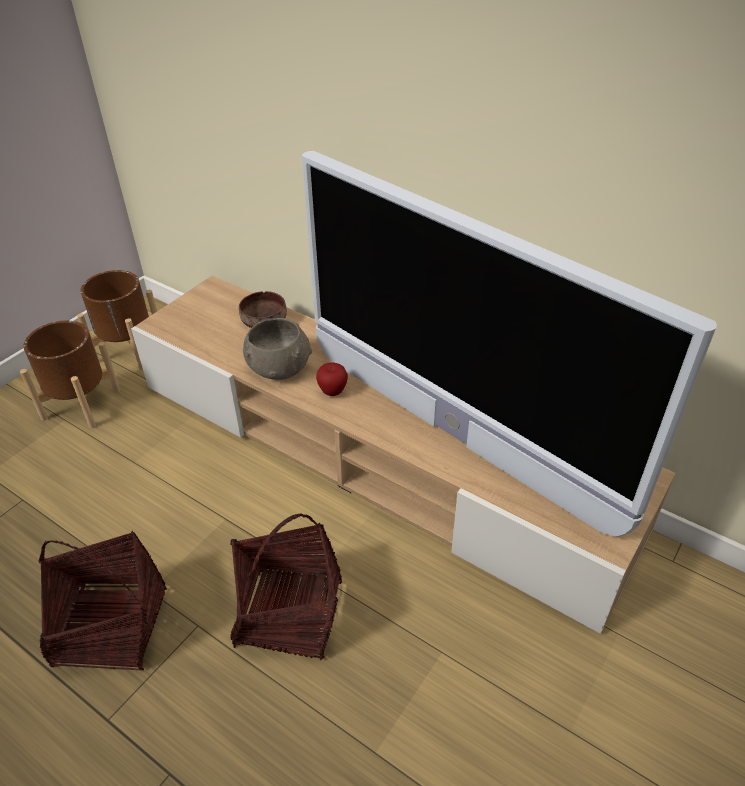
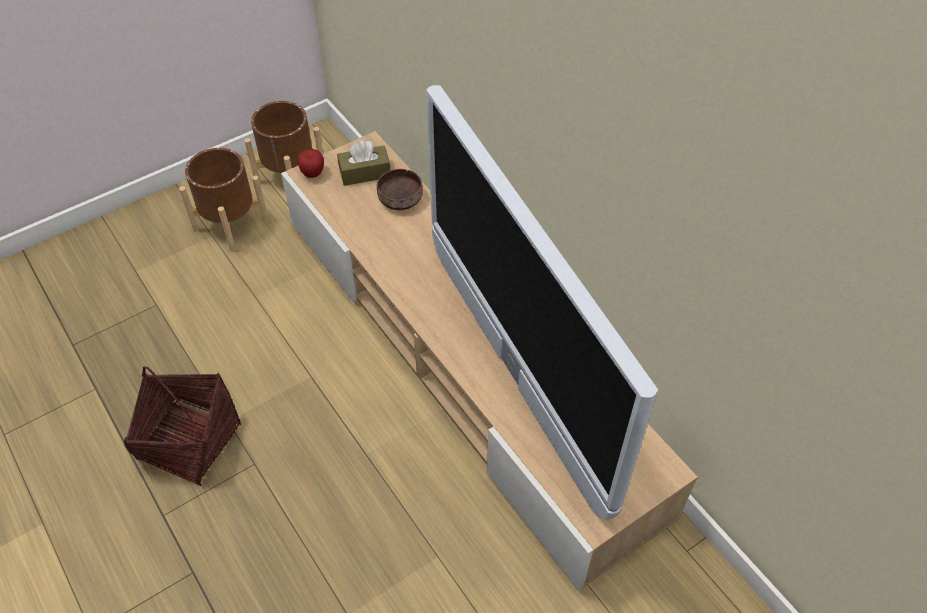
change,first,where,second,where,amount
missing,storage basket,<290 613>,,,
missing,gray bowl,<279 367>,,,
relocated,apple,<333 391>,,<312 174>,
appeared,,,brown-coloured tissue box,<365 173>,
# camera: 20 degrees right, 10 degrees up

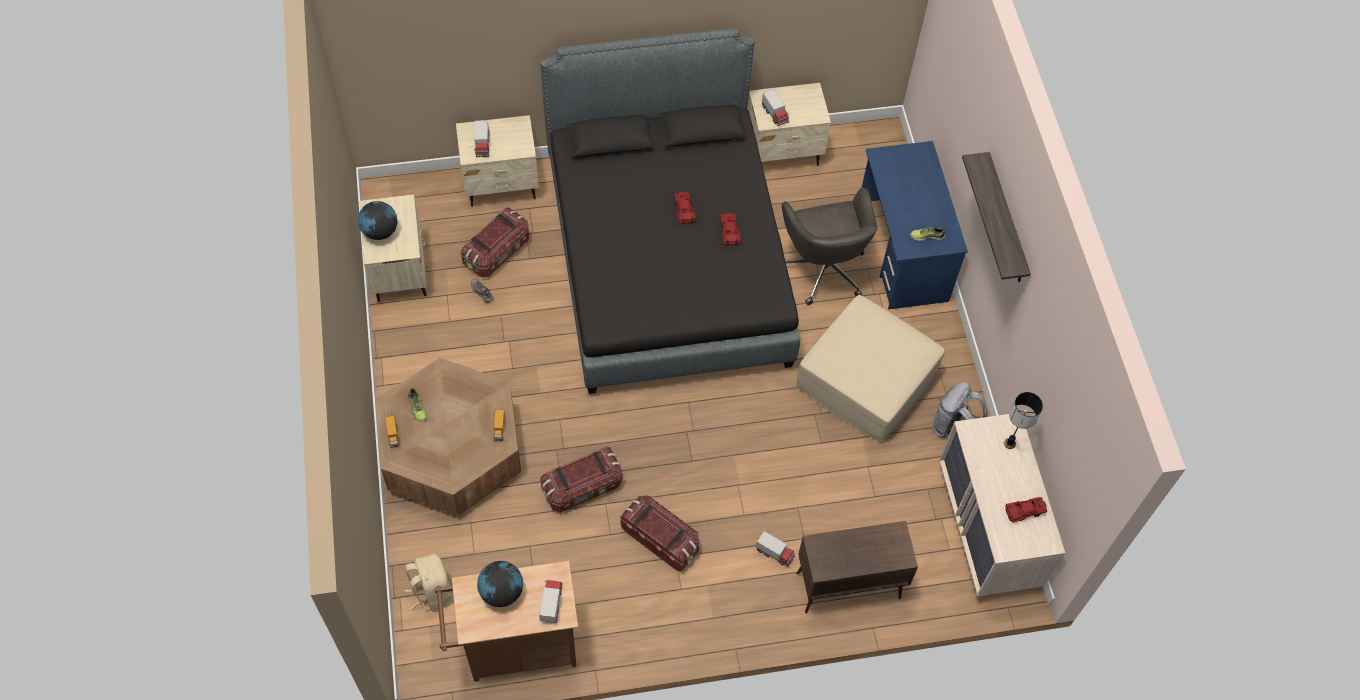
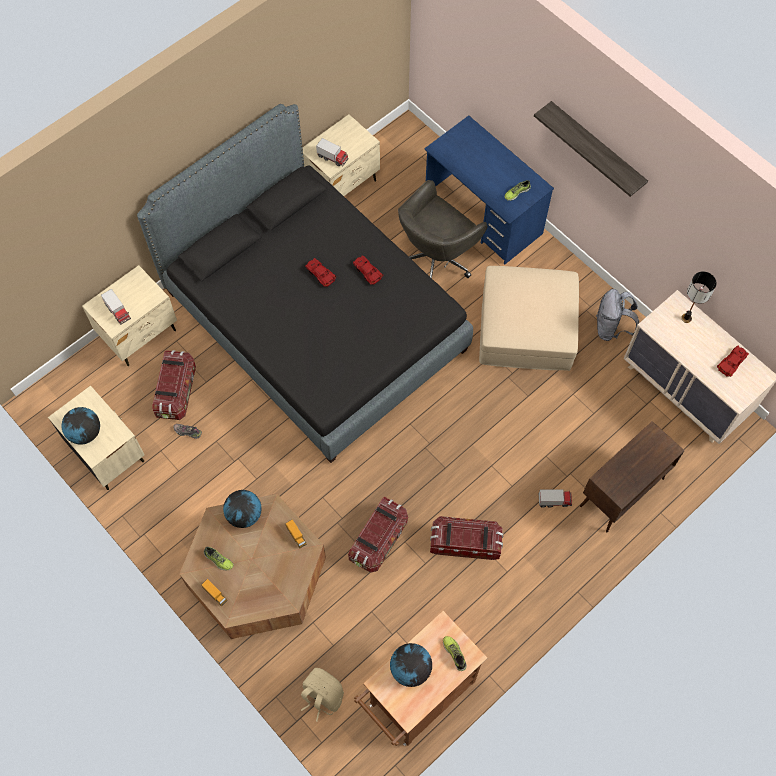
change,first,where,second,where,amount
exchanged,toy truck,<551 604>,item of footwear,<455 653>,
spun,gray desk chair,<823 268>,,<436 259>,90 degrees clockwise
appeared,,,desk globe,<244 515>,
# camera: 30 degrees left, 5 degrees up

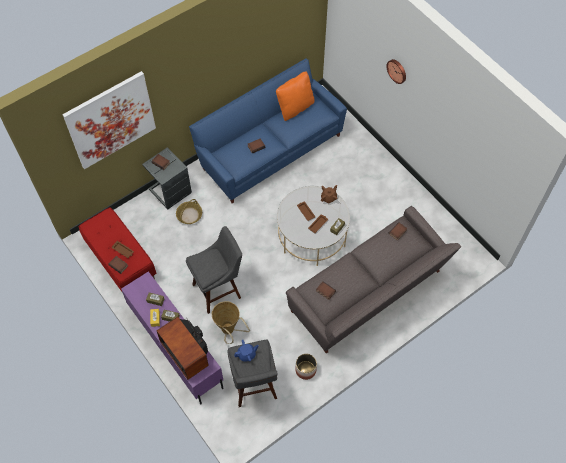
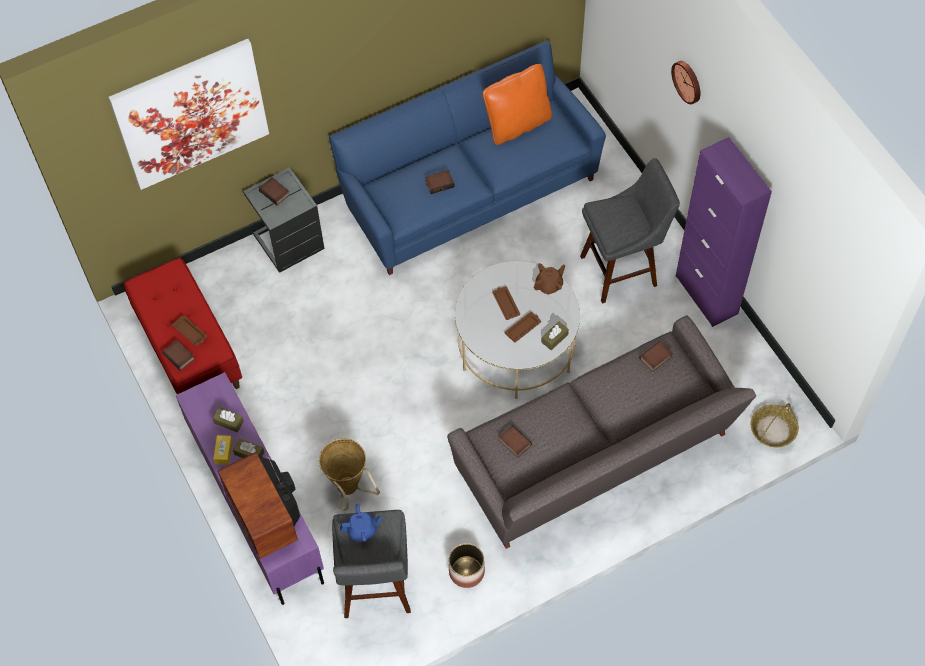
change,first,where,second,where,amount
relocated,storage basket,<189 215>,,<773 429>,
relocated,gray sitting stool,<219 290>,,<622 269>,
appeared,,,purplish cabinet,<706 295>,
# camera: 10 degrees right, 0 degrees up

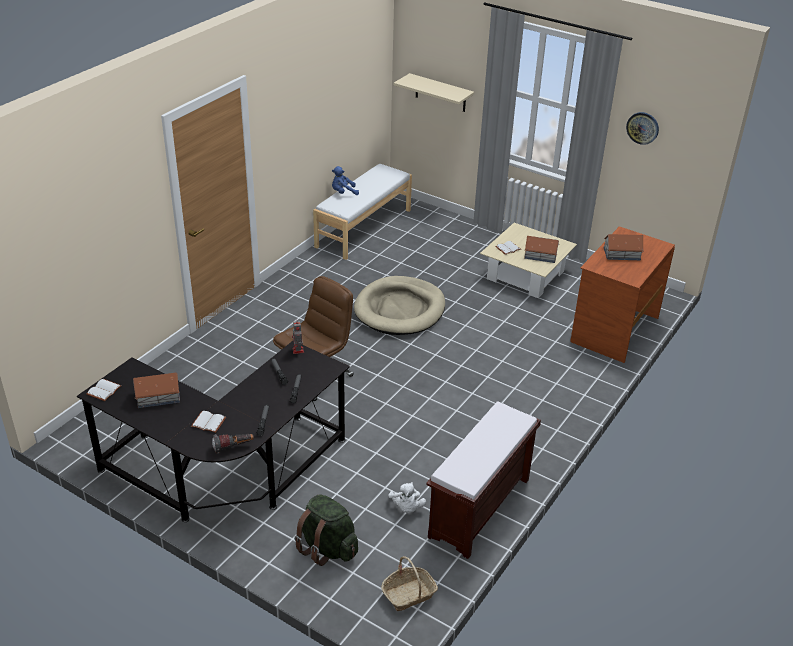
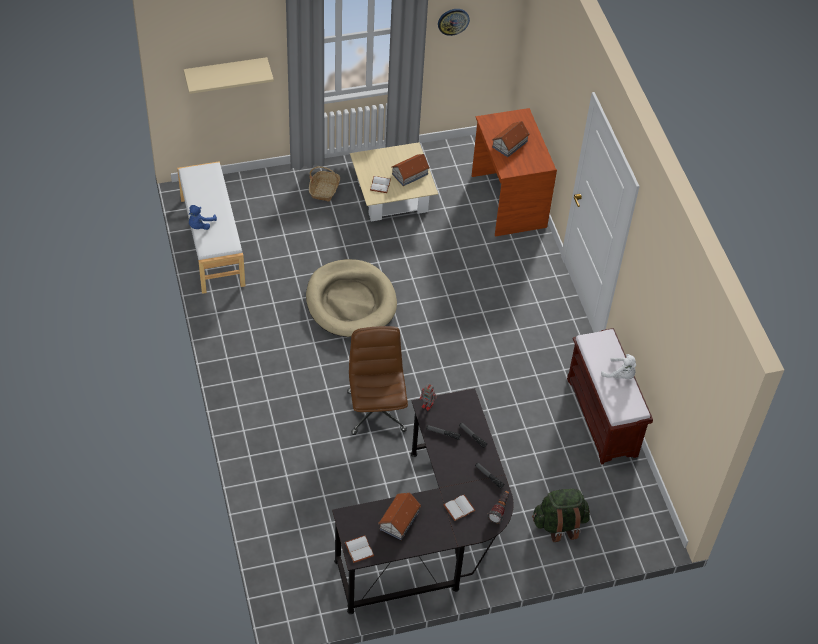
change,first,where,second,where,amount
relocated,storage basket,<409 594>,,<324 190>,
relocated,whitish soft toy,<406 508>,,<620 375>,
# camera: 50 degrees left, 15 degrees up

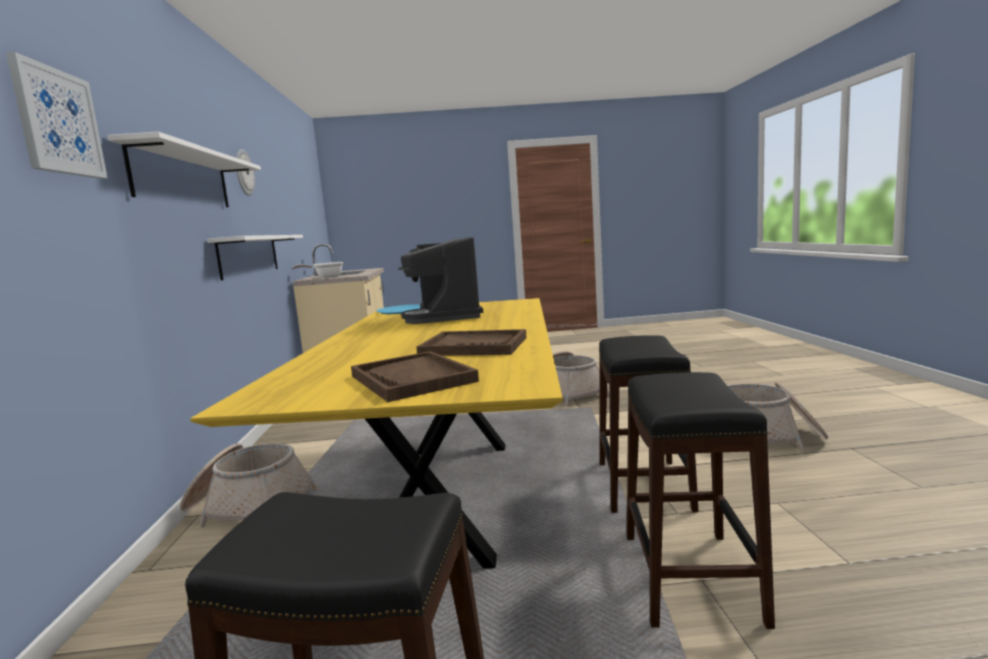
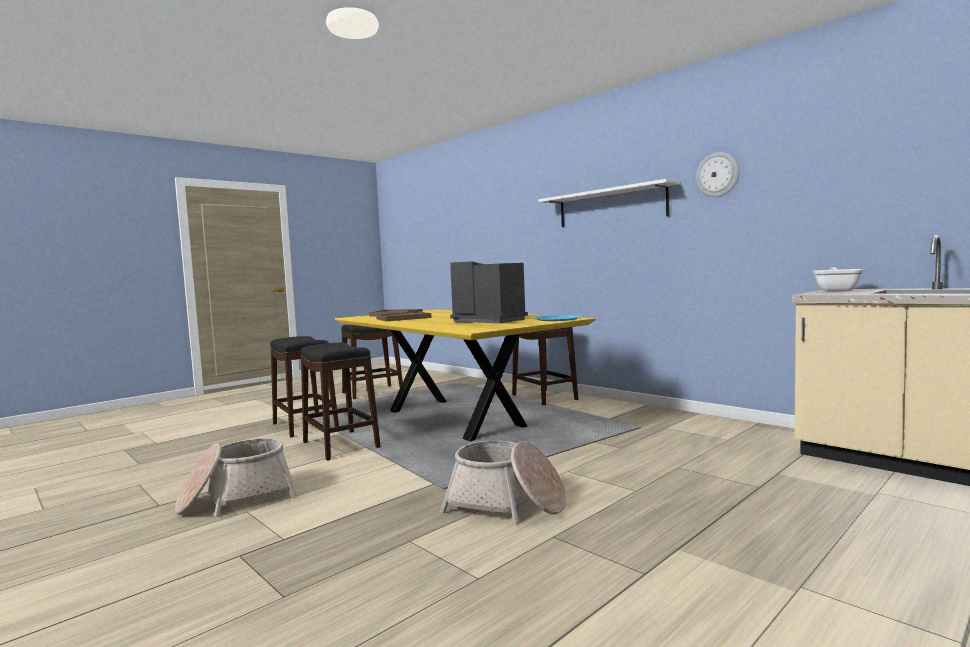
change,first,where,second,where,amount
missing,wall art,<58 122>,,,
exchanged,storage basket,<249 507>,black sitting stool,<544 397>,
missing,whitish wall shelf,<249 255>,,,
# camera: 140 degrees right, 5 degrees down

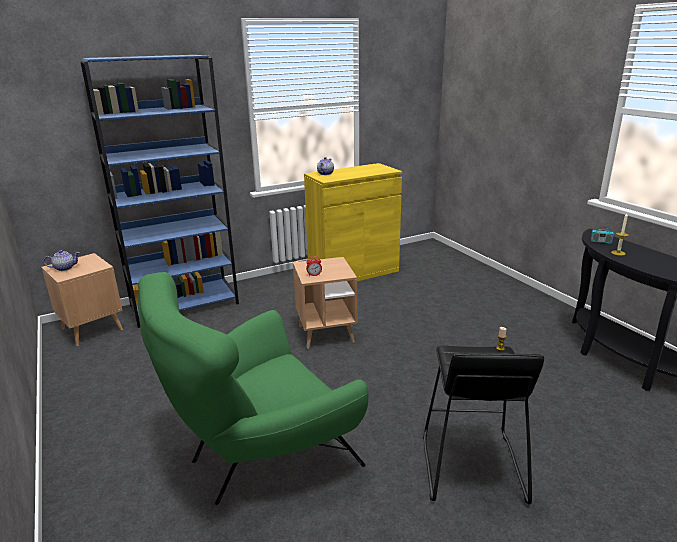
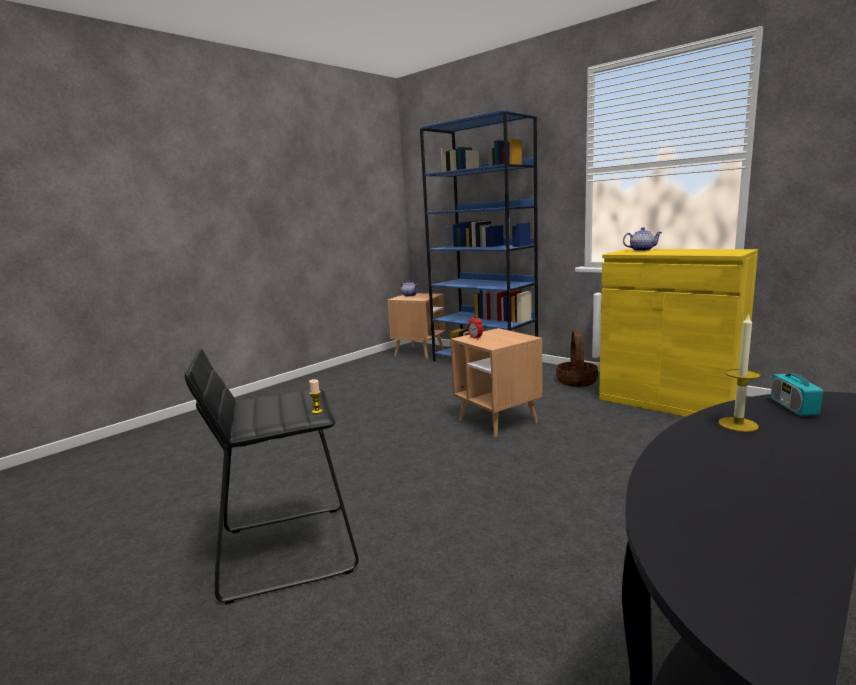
change,first,where,second,where,amount
missing,green lounge chair,<258 456>,,,
appeared,,,storage basket,<576 381>,
# camera: 70 degrees right, 10 degrees down

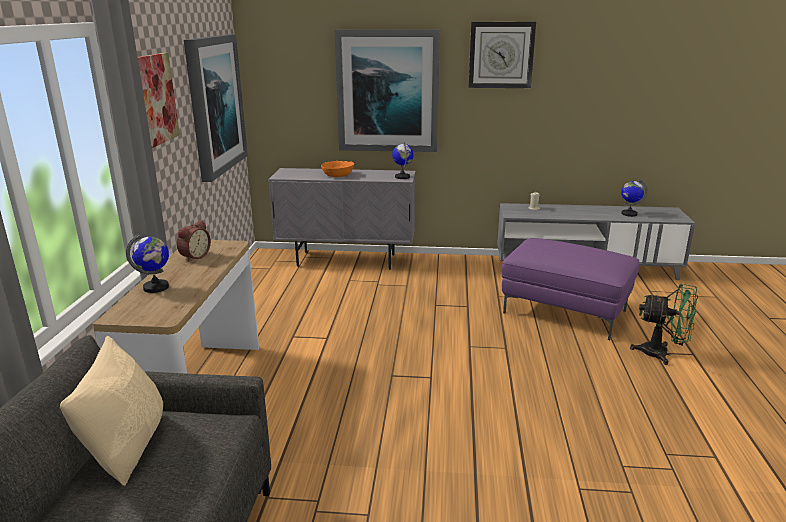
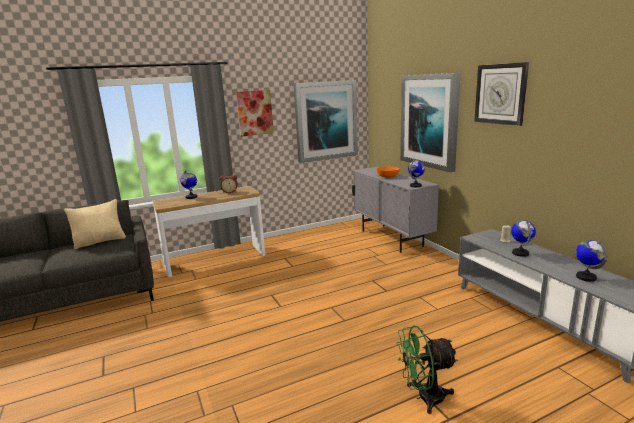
change,first,where,second,where,amount
missing,purplish footrest,<565 311>,,,
spun,green cooling fan,<662 354>,,<424 397>,90 degrees clockwise
appeared,,,desk globe,<520 253>,
# camera: 60 degrees right, 5 degrees down

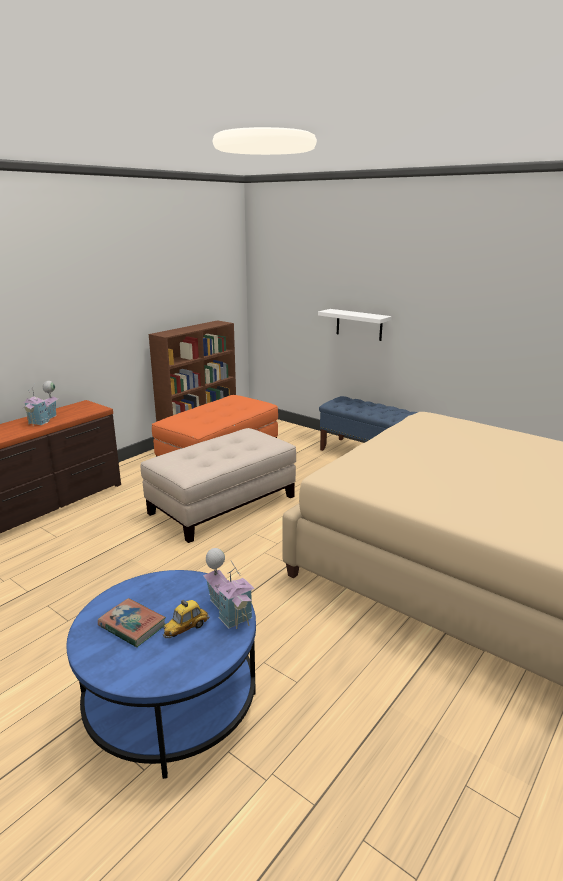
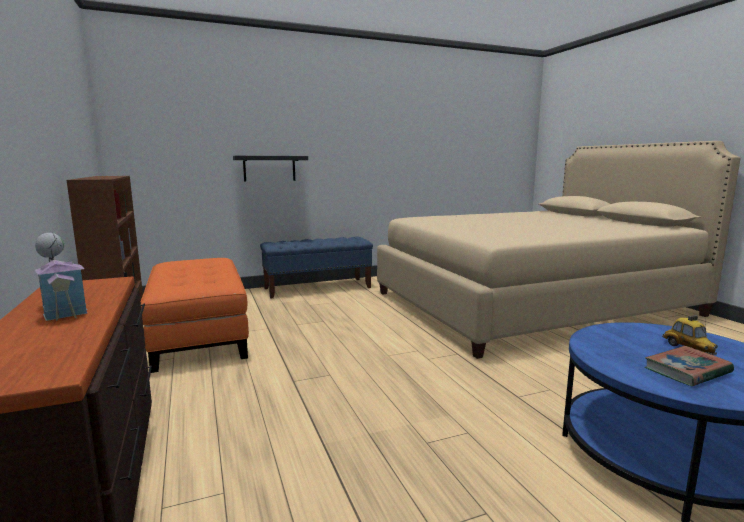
change,first,where,second,where,amount
missing,beige-coloured footrest,<222 504>,,,
missing,model house,<229 611>,,,
colour,whitish wall shelf,<359 324>,black wall shelf,<269 168>,
# camera: 60 degrees left, 10 degrees down

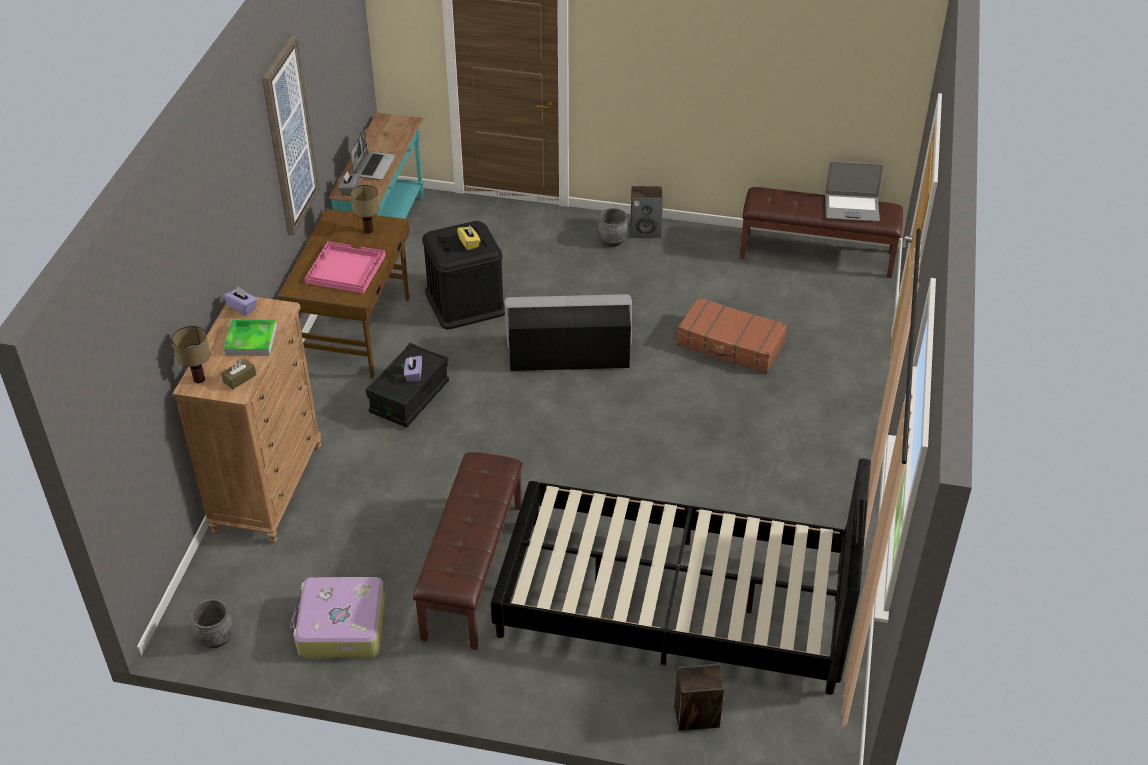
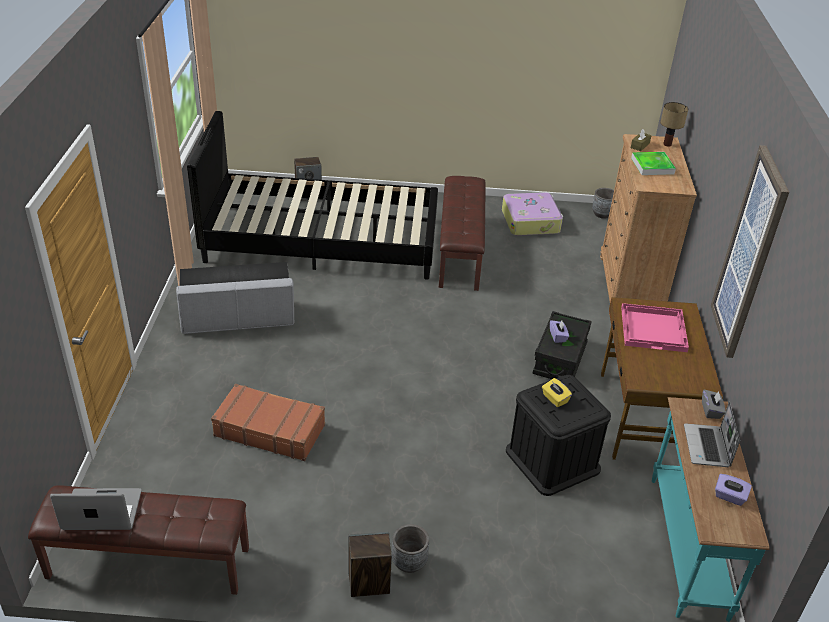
change,first,where,second,where,amount
relocated,purplish tissue box,<242 307>,,<729 496>,
missing,lamp for a table,<369 230>,,,
relocated,gray footrest,<569 354>,,<238 318>,
# camera: 170 degrees right, 5 degrees down

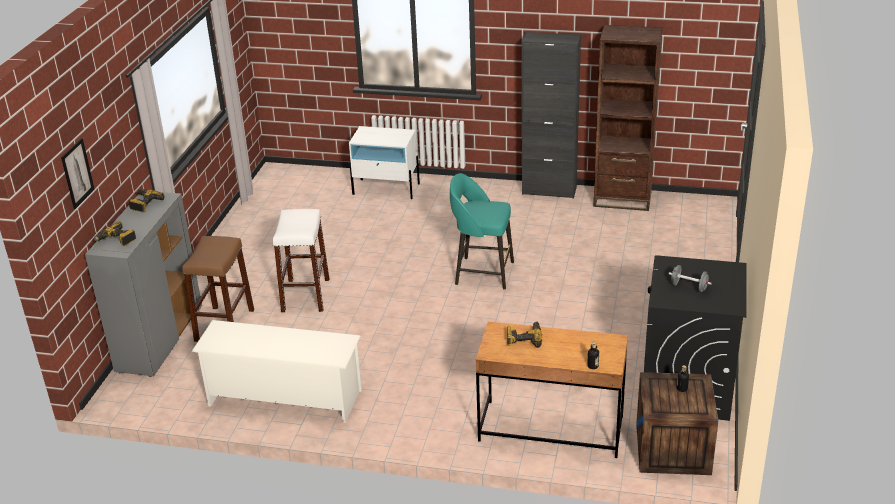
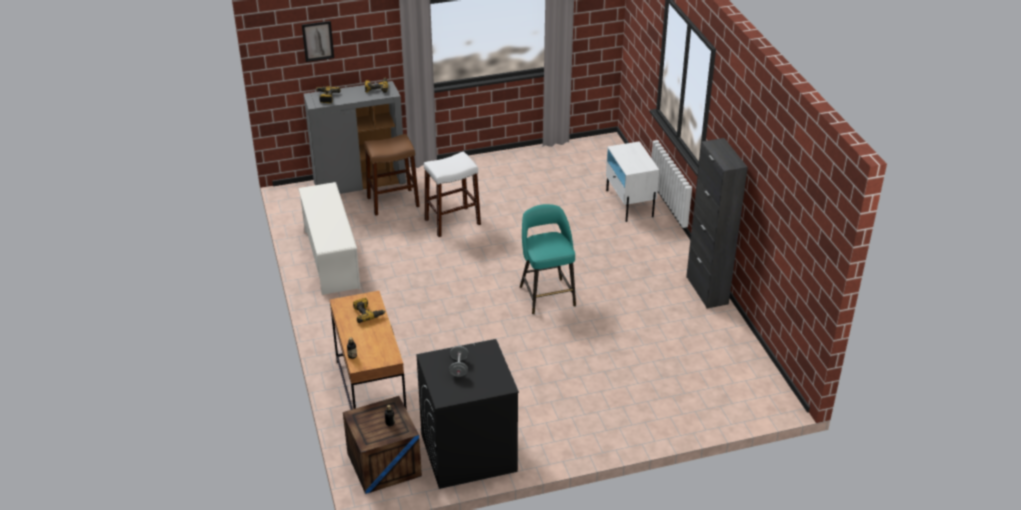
change,first,where,second,where,amount
missing,brown-coloured bookshelf,<622 199>,,,
# camera: 60 degrees right, 5 degrees up

